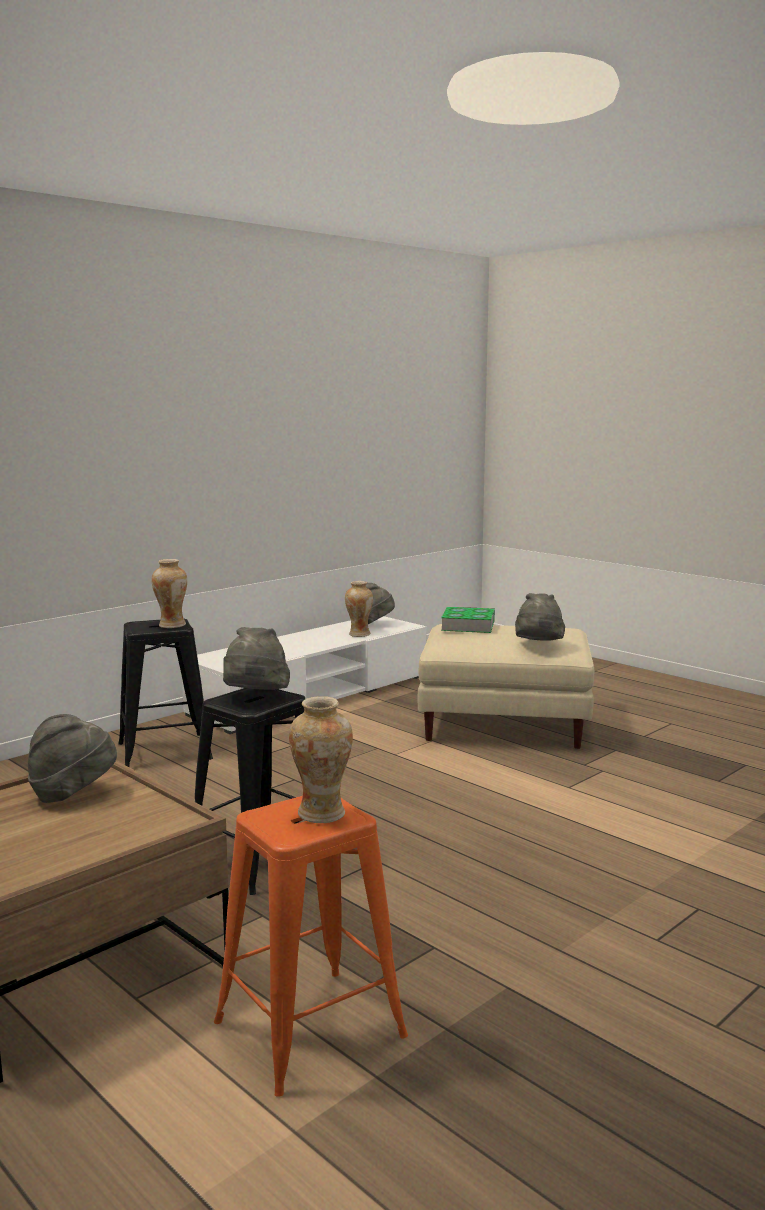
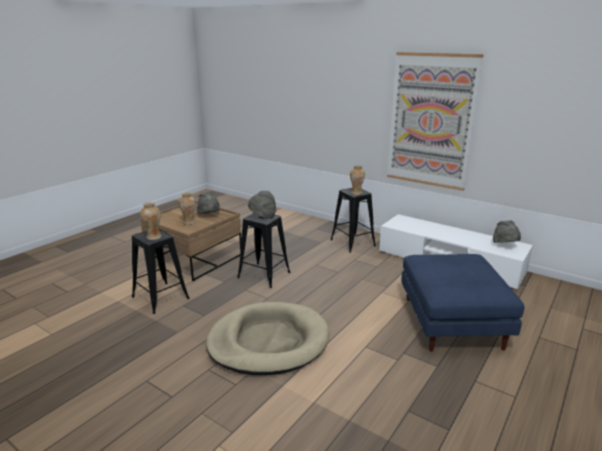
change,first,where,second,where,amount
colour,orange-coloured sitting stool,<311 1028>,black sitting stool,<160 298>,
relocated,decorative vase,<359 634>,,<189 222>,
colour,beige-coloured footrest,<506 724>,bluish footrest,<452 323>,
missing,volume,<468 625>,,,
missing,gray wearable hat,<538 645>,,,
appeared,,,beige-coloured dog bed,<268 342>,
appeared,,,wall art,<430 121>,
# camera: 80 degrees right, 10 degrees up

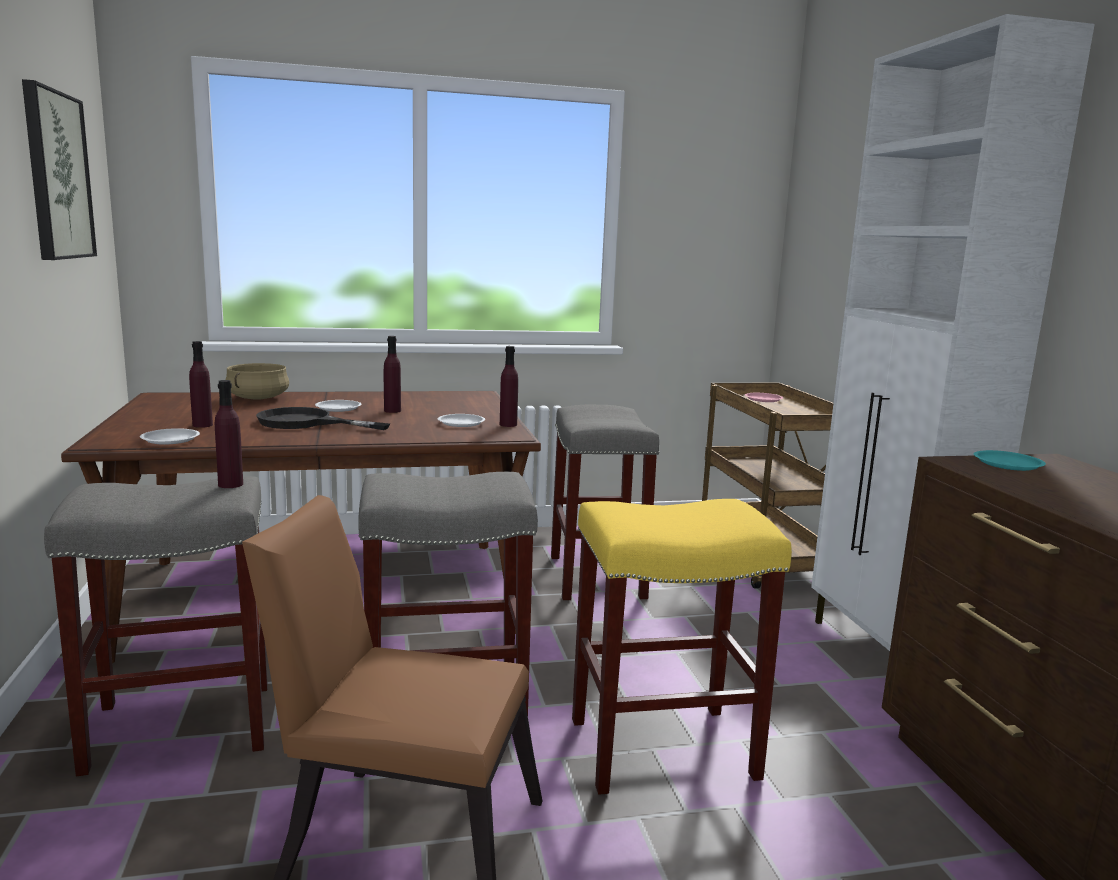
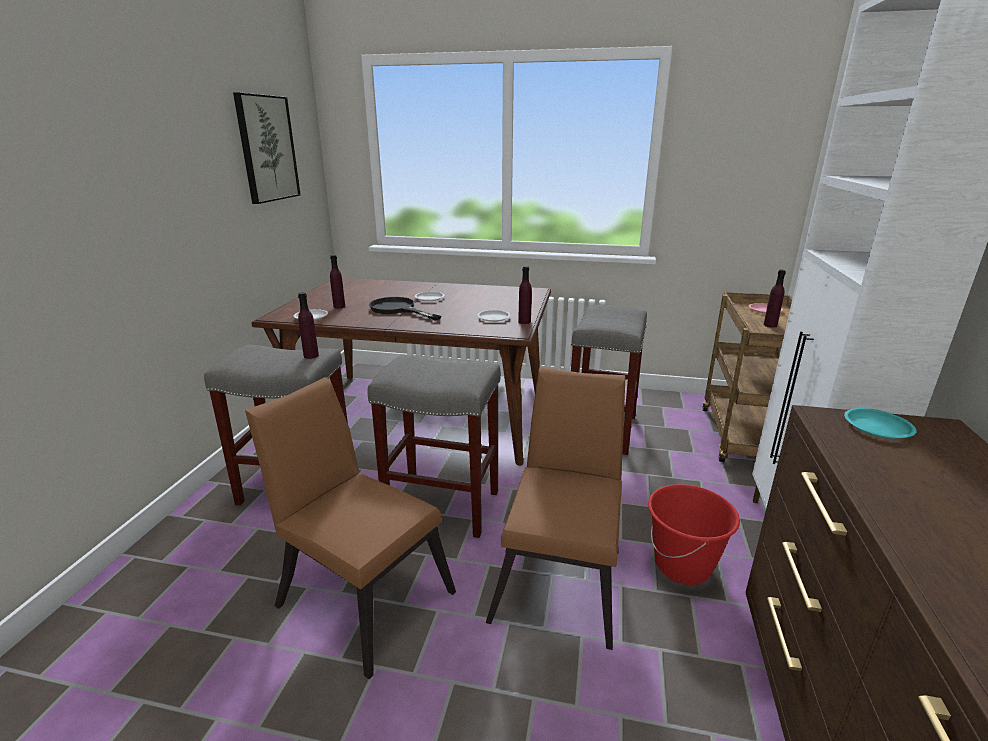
change,first,where,second,where,amount
missing,beige-coloured cooking pot,<257 398>,,,
relocated,purplish drink bottle,<392 411>,,<770 325>,
exchanged,yellowish sitting stool,<664 747>,brown-coloured chair,<561 575>,
appeared,,,red pail,<683 566>,
# camera: 25 degrees right, 10 degrees up

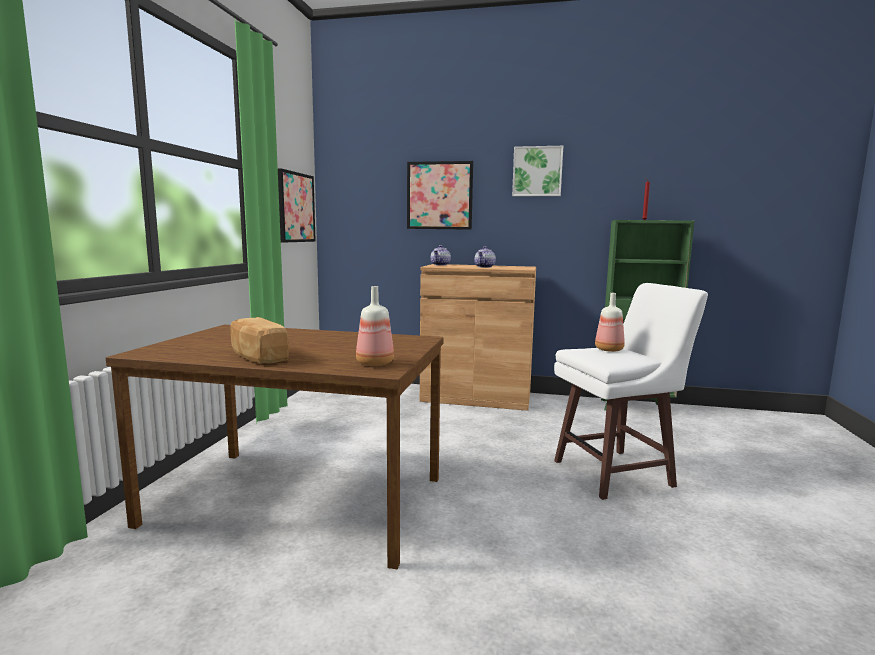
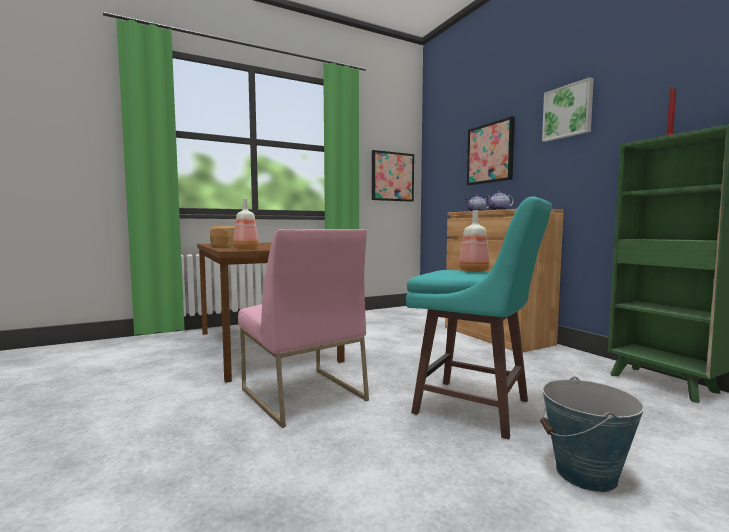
change,first,where,second,where,amount
colour,whitish sitting stool,<616 473>,turquoise sitting stool,<475 408>,
appeared,,,pink chair,<302 394>,
appeared,,,pail,<586 474>,
# camera: 50 degrees right, 5 degrees down

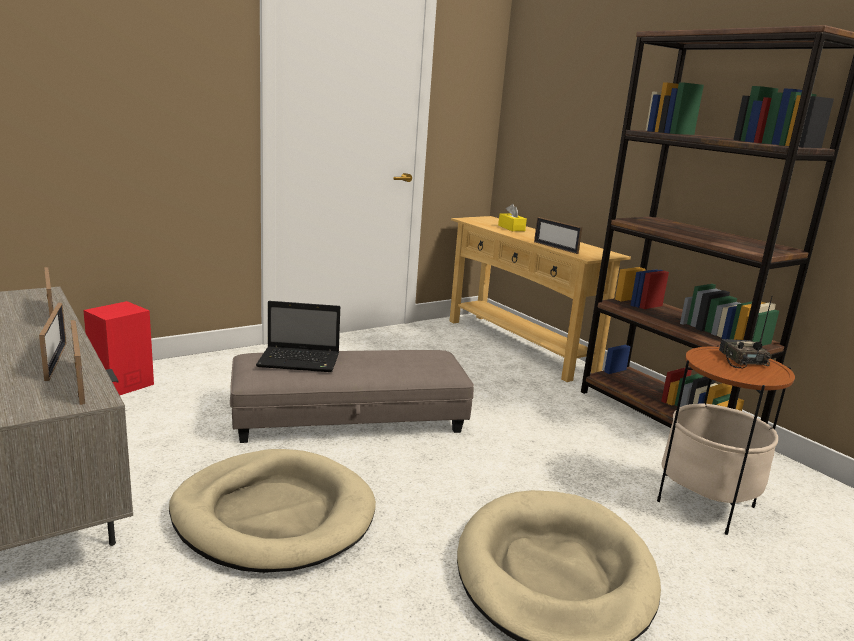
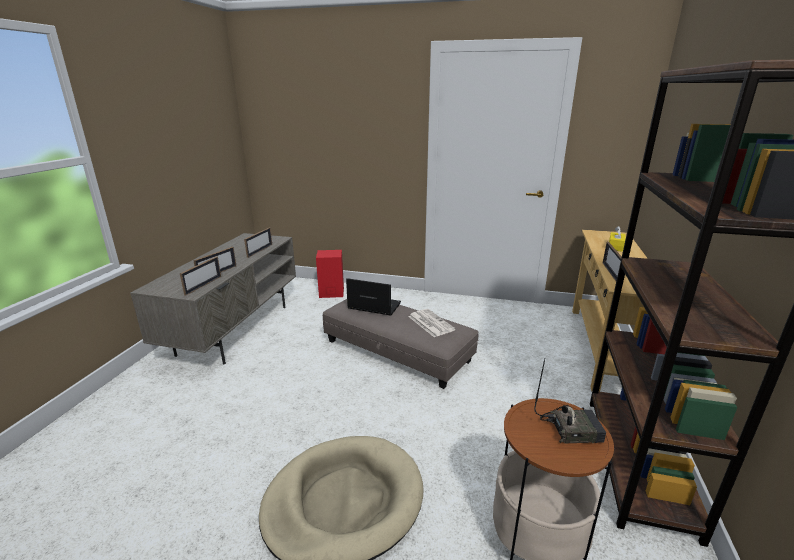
change,first,where,second,where,amount
missing,beige-coloured dog bed,<274 515>,,,
spun,portable computer,<301 361>,,<373 306>,150 degrees clockwise
spun,radio,<740 359>,,<571 429>,45 degrees clockwise
appeared,,,printed paper,<430 323>,
# camera: 50 degrees right, 5 degrees up

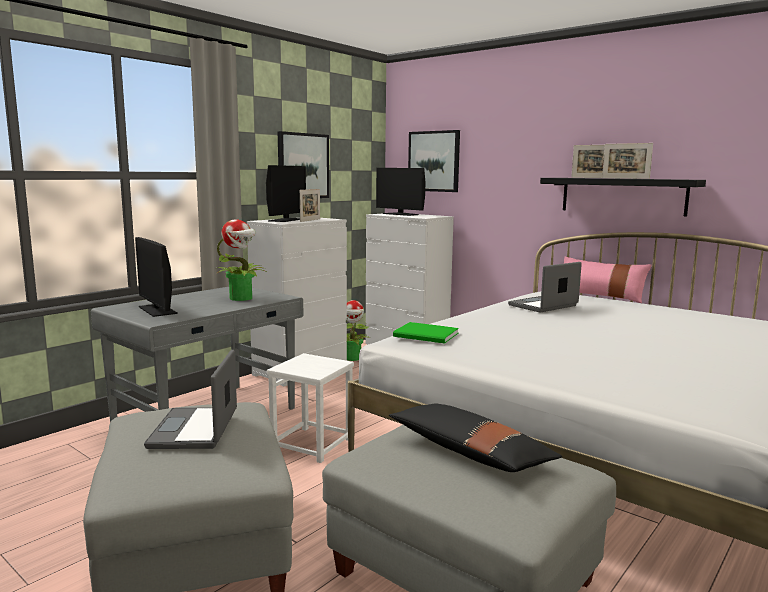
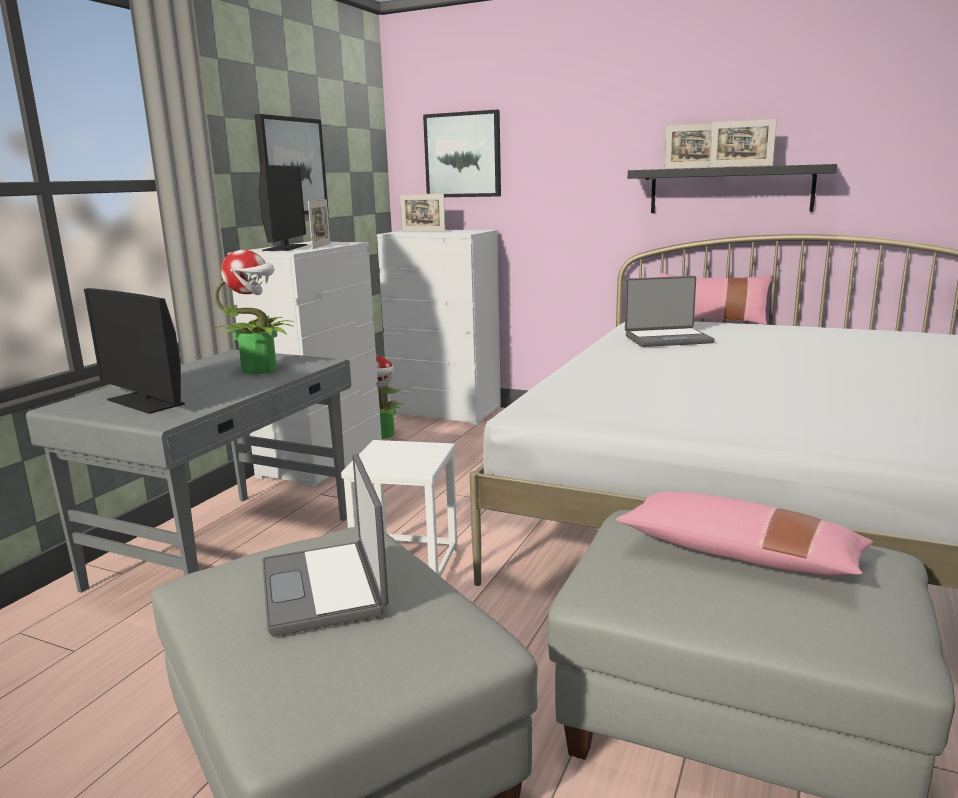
change,first,where,second,where,amount
exchanged,computer screen,<400 214>,standing frame,<423 231>,
colour,black cushion,<470 453>,pink cushion,<740 555>,
missing,green volume,<427 335>,,,
spun,portable computer,<544 306>,,<667 339>,135 degrees counterclockwise
# camera: 15 degrees left, 5 degrees up

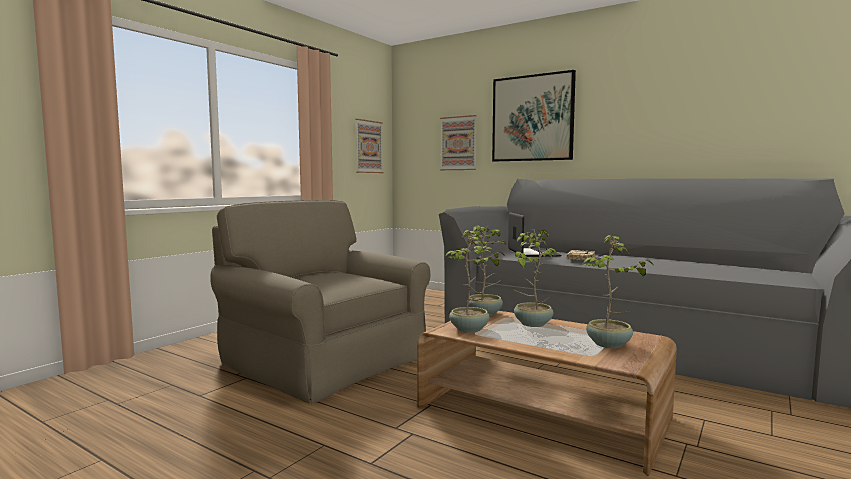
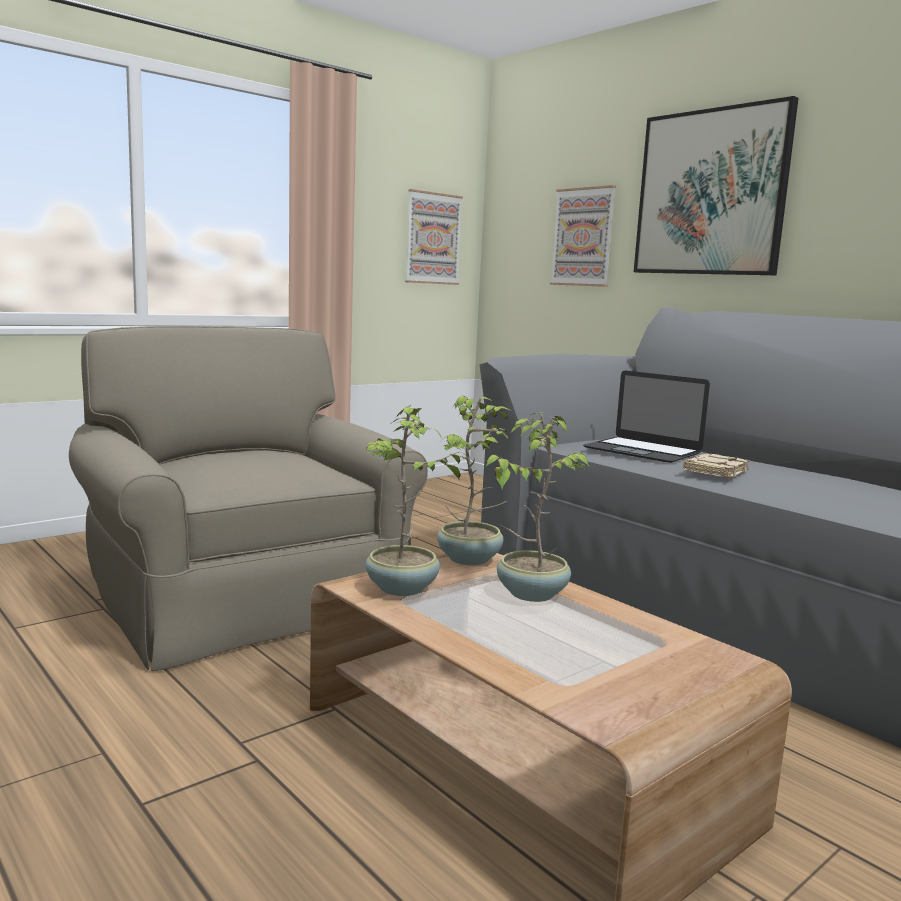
change,first,where,second,where,amount
spun,portable computer,<533 253>,,<642 450>,120 degrees clockwise
missing,houseplant,<609 345>,,,
# camera: 15 degrees right, 5 degrees up

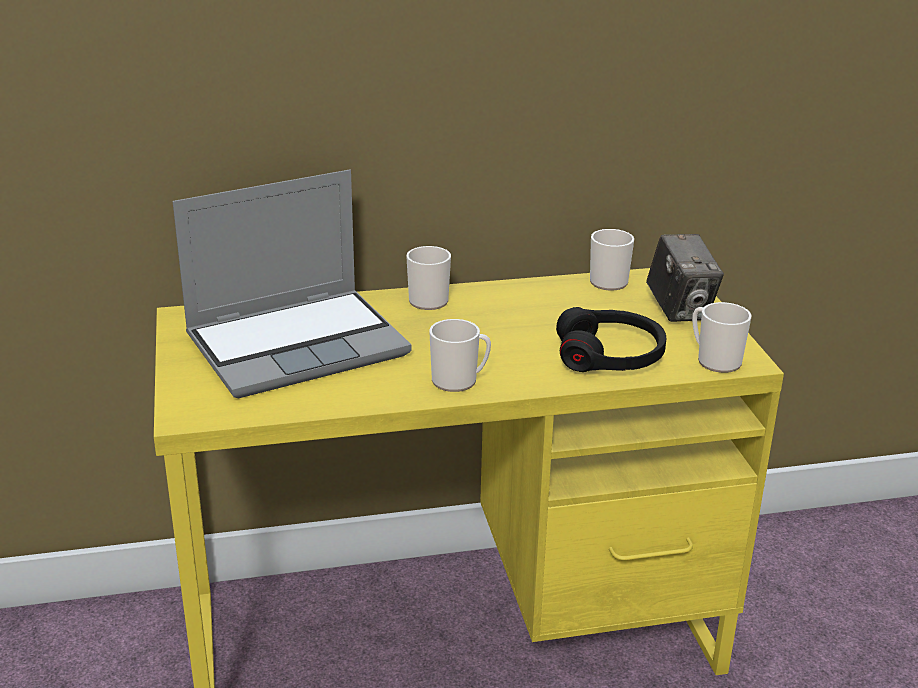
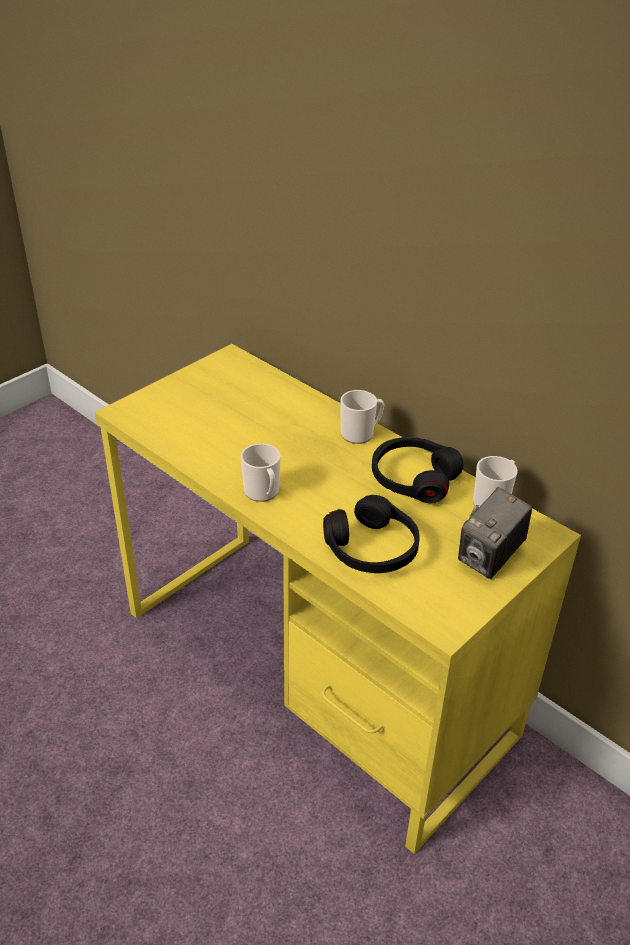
change,first,where,second,where,amount
missing,portable computer,<299 344>,,,
missing,mug,<714 360>,,,
appeared,,,black headset,<413 478>,
# camera: 55 degrees right, 10 degrees up

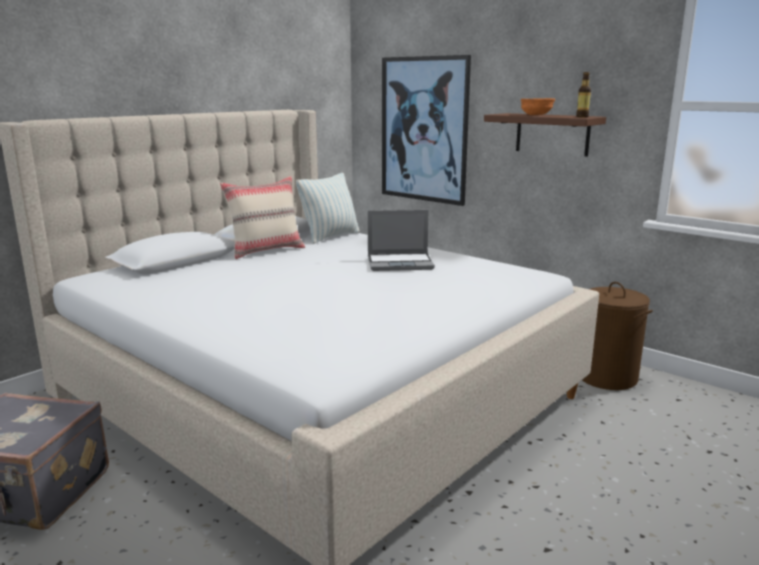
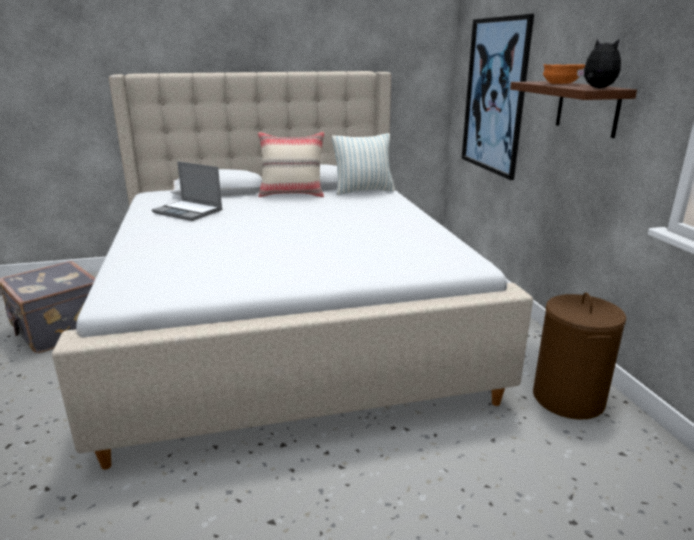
change,first,where,second,where,amount
relocated,portable computer,<400 263>,,<189 211>,
exchanged,drink bottle,<582 117>,soft toy,<596 88>,
# camera: 35 degrees right, 5 degrees up

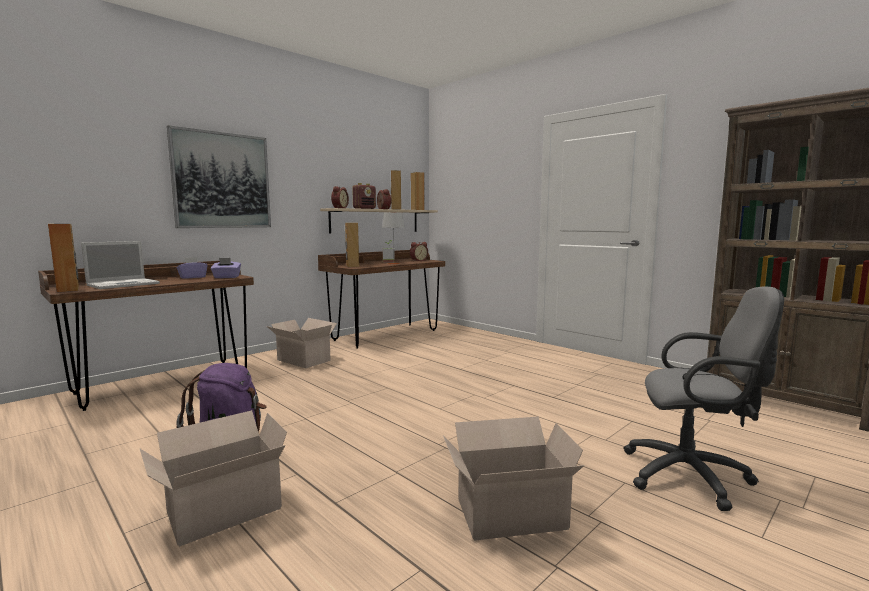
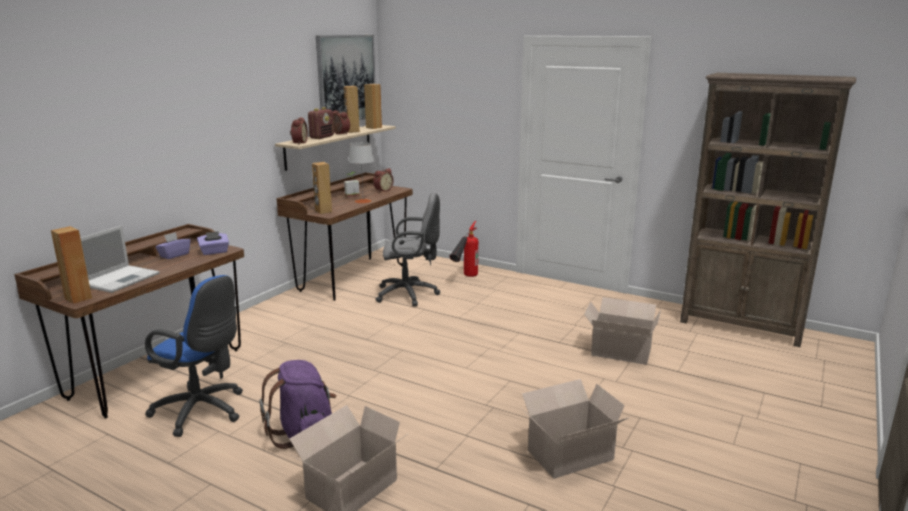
change,first,where,second,where,amount
relocated,wall art,<222 180>,,<346 79>,
relocated,packing box,<303 360>,,<619 351>,
relocated,gray desk chair,<693 477>,,<410 294>,
appeared,,,bluish desk chair,<203 412>,
appeared,,,fire extinguisher,<465 278>,
# camera: 15 degrees left, 10 degrees up

